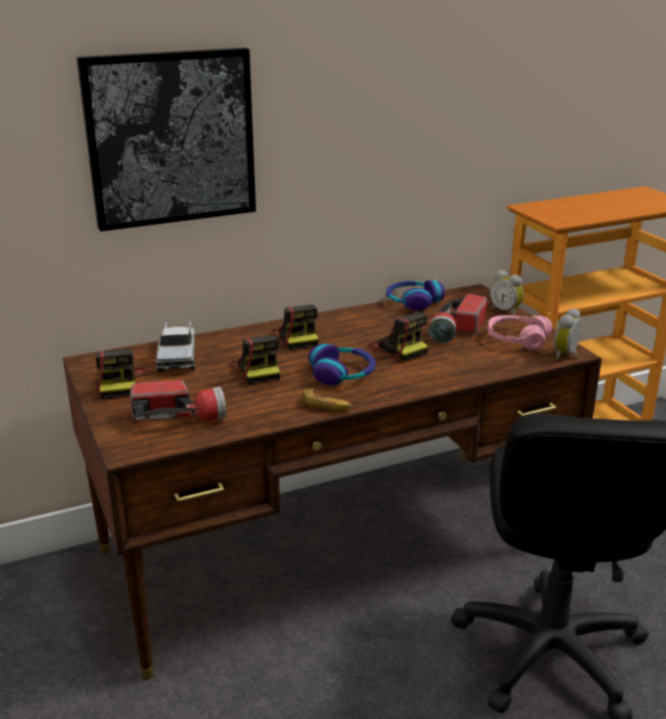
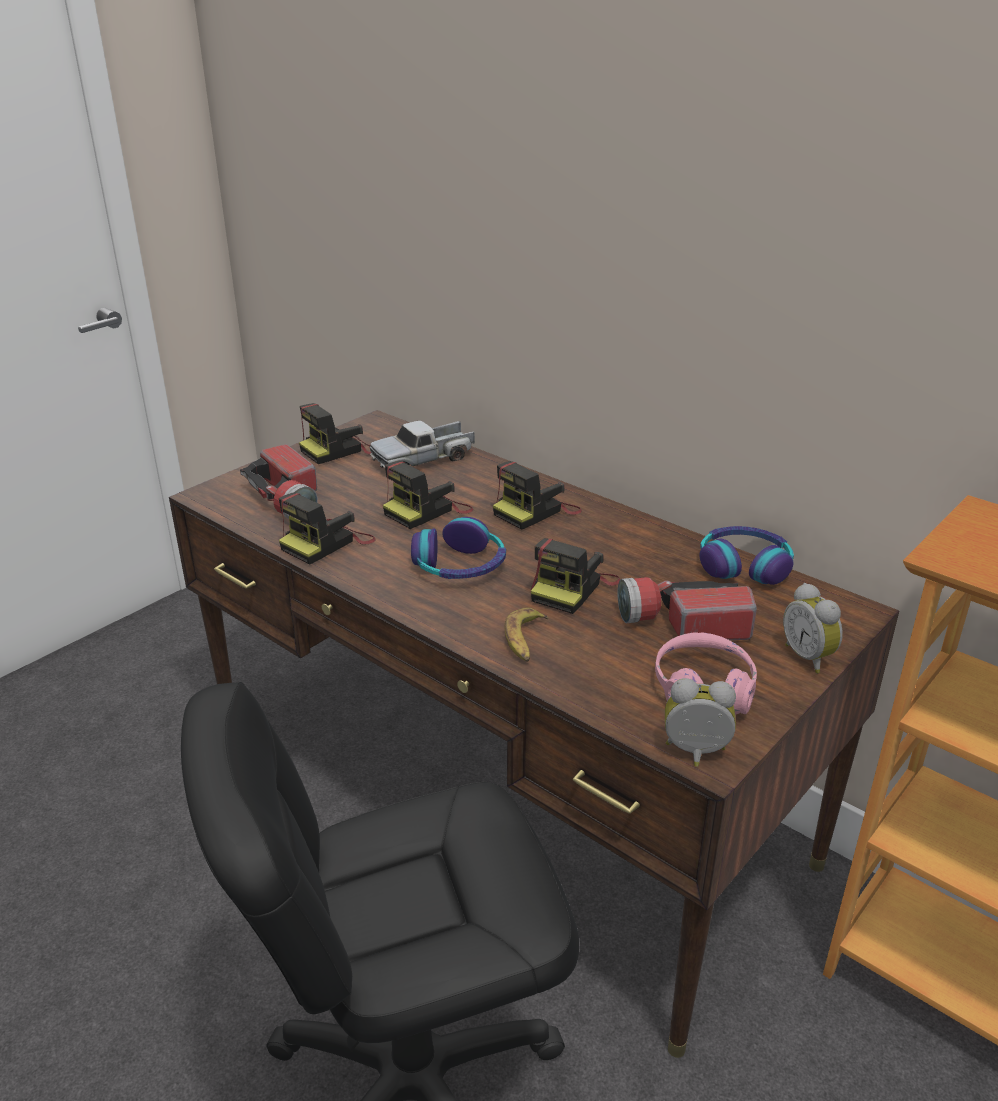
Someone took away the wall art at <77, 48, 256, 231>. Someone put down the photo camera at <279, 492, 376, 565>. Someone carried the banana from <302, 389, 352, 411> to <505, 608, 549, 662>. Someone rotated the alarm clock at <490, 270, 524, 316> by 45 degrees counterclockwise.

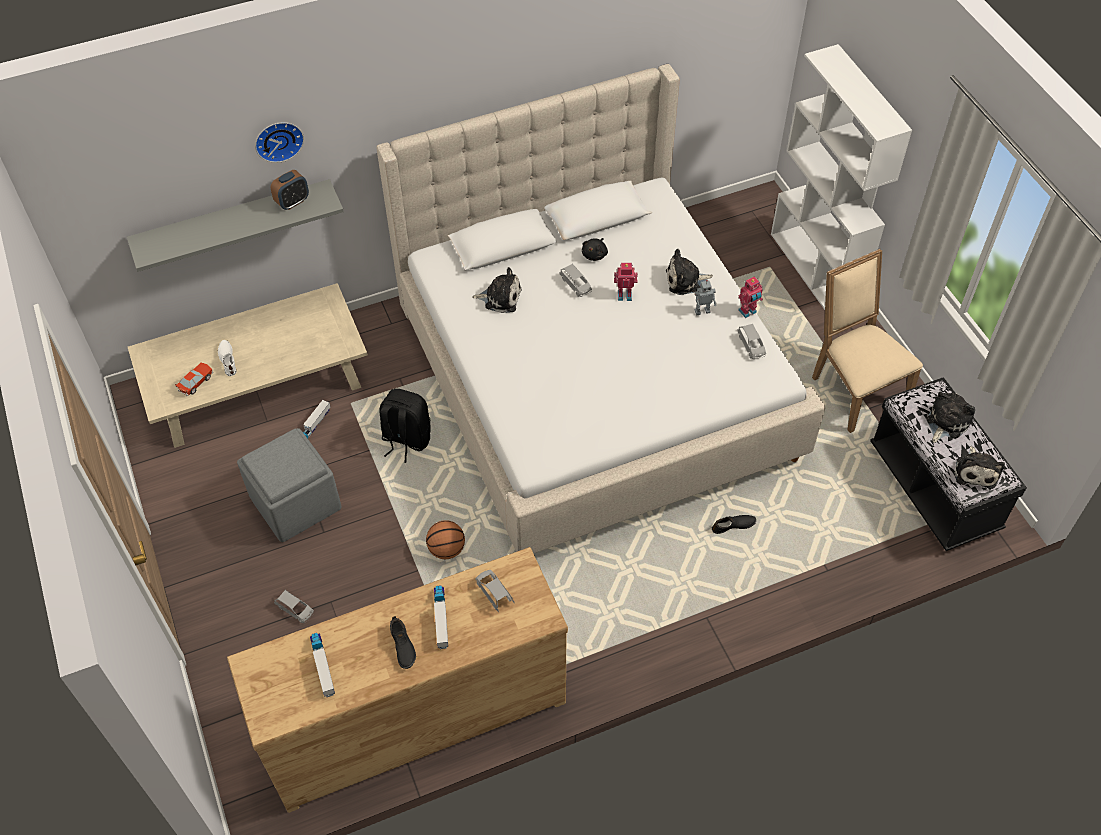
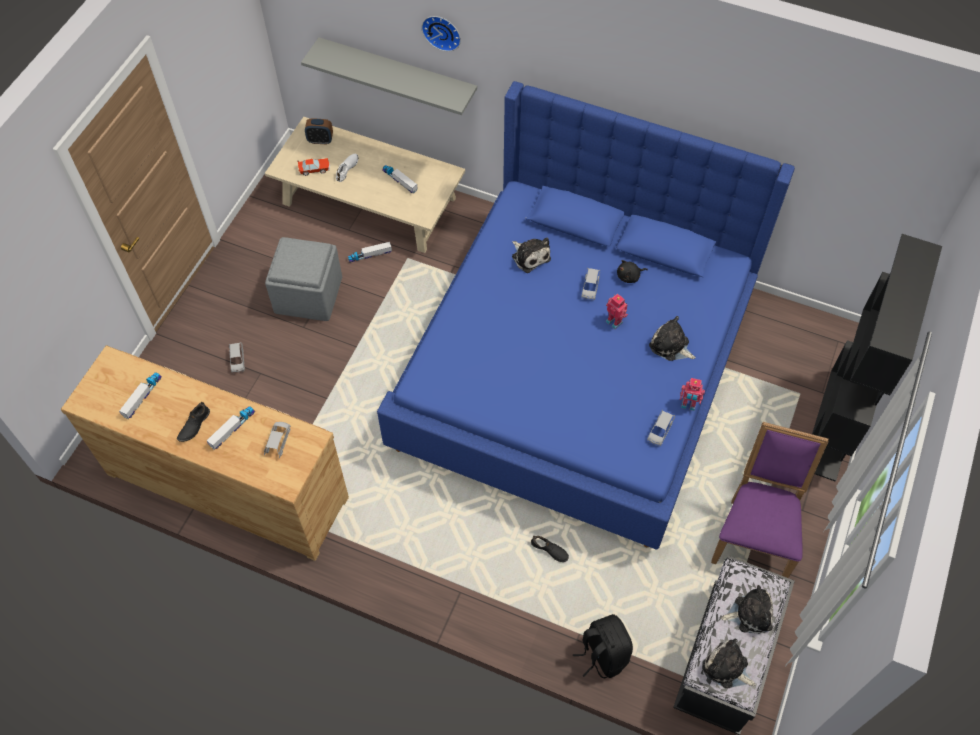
Someone took away the basketball ball at <426, 520, 465, 559>. Someone took away the model robot at <695, 280, 717, 315>. Someone put down the toy lorry at <382, 165, 418, 194>. Someone carried the alarm clock from <270, 170, 309, 210> to <305, 118, 333, 144>. Someone carried the black-coloured rucksack from <379, 389, 431, 463> to <573, 614, 633, 678>. Someone repainted the beige-coloured bed at <376, 64, 826, 553>, which became the blue bed at <377, 81, 795, 550>. Someone repainted the white bookshelf at <771, 44, 912, 310>, which became the black-coloured bookshelf at <812, 234, 942, 482>. Someone repainted the beige-coloured upright chair at <812, 249, 923, 433>, which became the purple upright chair at <711, 422, 829, 578>. Someone rotated the soft toy at <955, 446, 1005, 489> by 75 degrees clockwise.

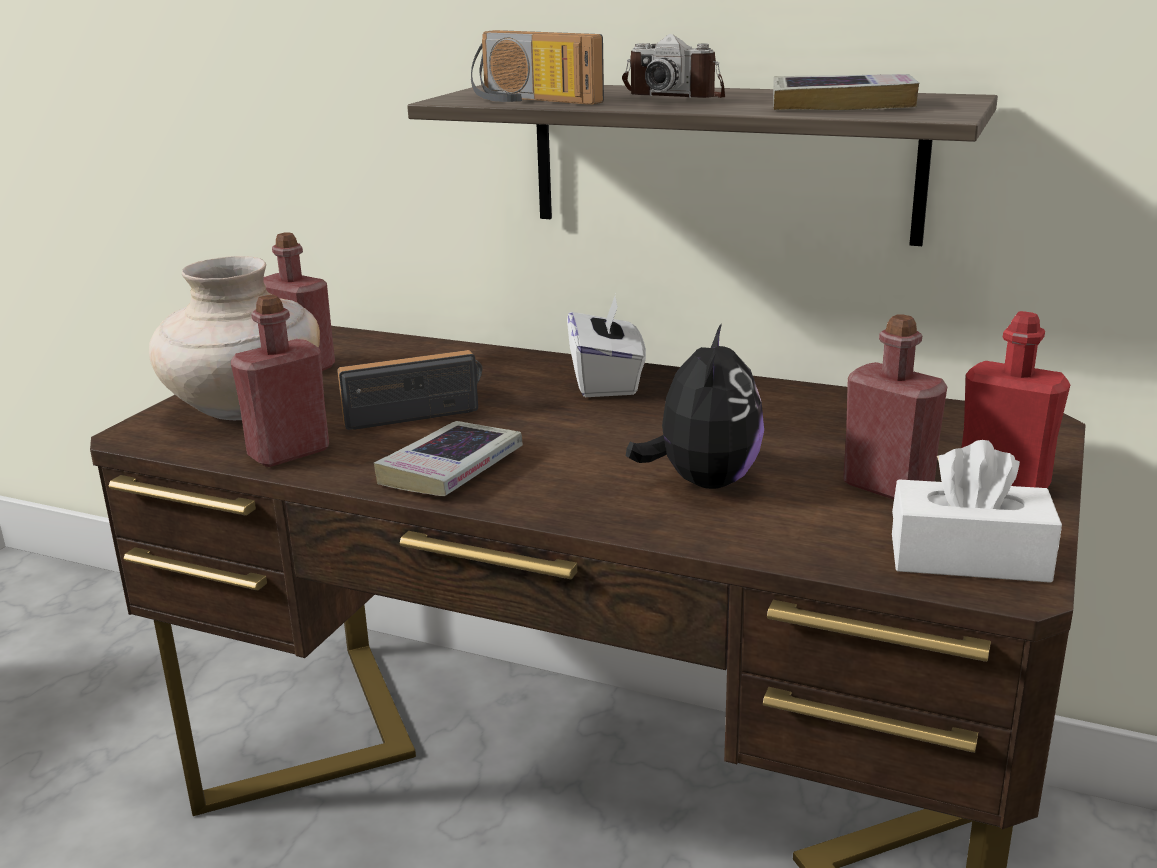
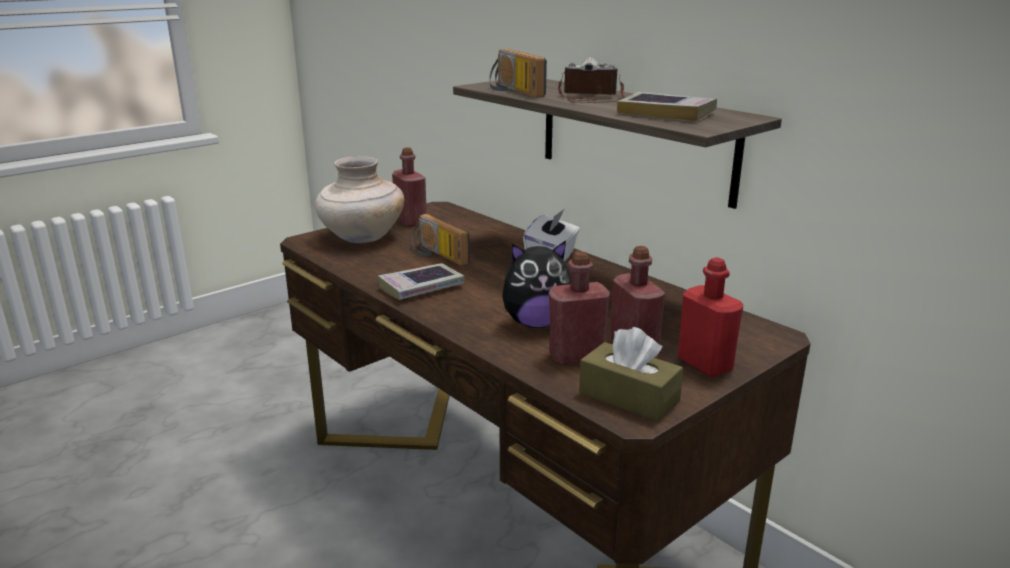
Someone carried the red drink bottle from <231, 295, 329, 467> to <549, 251, 610, 365>. Someone repainted the white tissue holder at <892, 440, 1062, 583>, which became the brownish tissue holder at <579, 327, 683, 422>. Someone rotated the radio receiver at <337, 350, 482, 430> by 135 degrees counterclockwise. Someone rotated the photo camera at <622, 34, 725, 98> by 135 degrees clockwise. Someone rotated the soft toy at <626, 323, 764, 489> by 45 degrees clockwise.

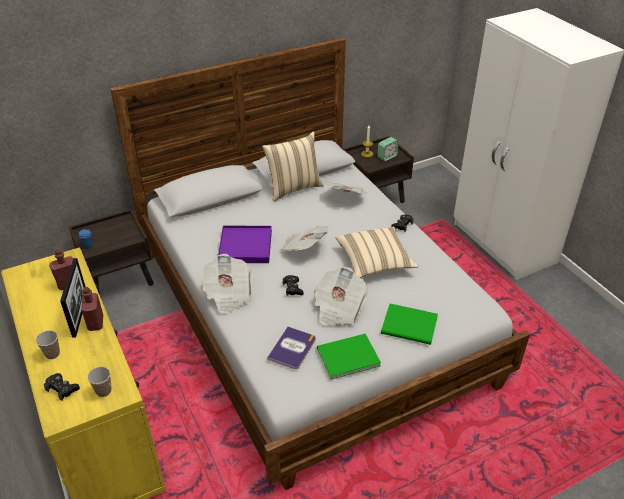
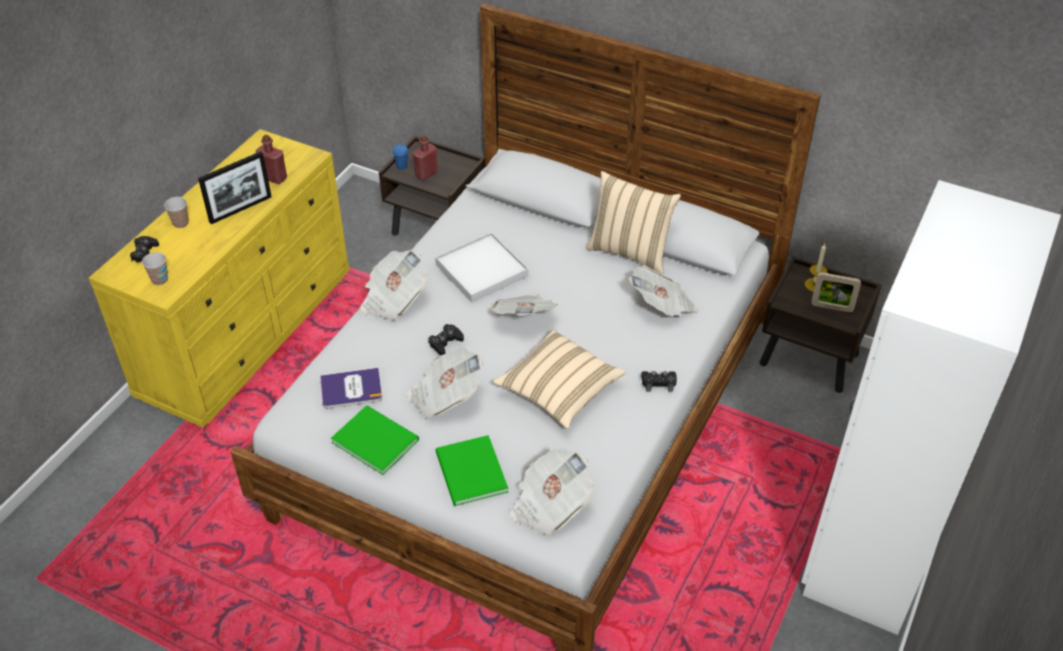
Someone put down the daily paper at <510, 449, 594, 536>. Someone carried the red drink bottle from <81, 287, 103, 331> to <413, 135, 438, 181>. Someone swapped the alarm clock at <378, 137, 399, 161> for the standing frame at <811, 272, 861, 312>. Someone repainted the purple serving tray at <218, 226, 272, 263>, which became the white serving tray at <435, 232, 528, 303>.

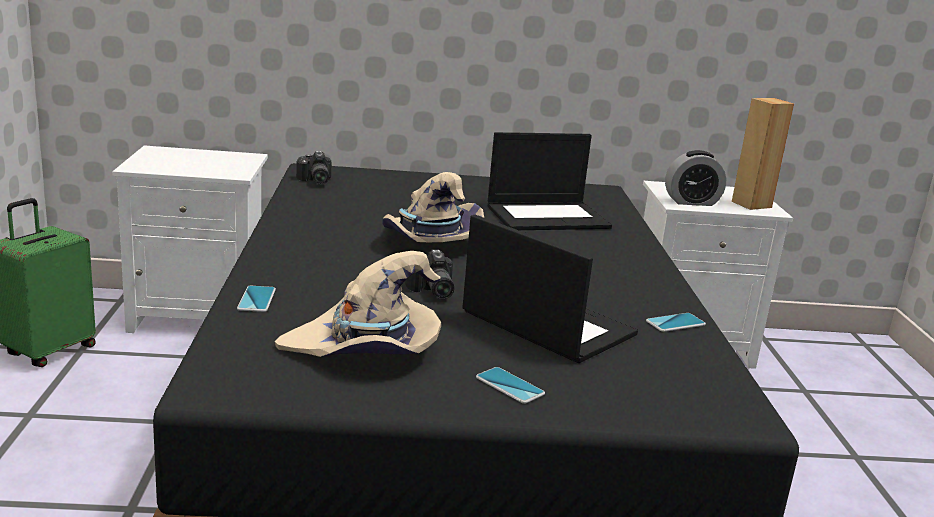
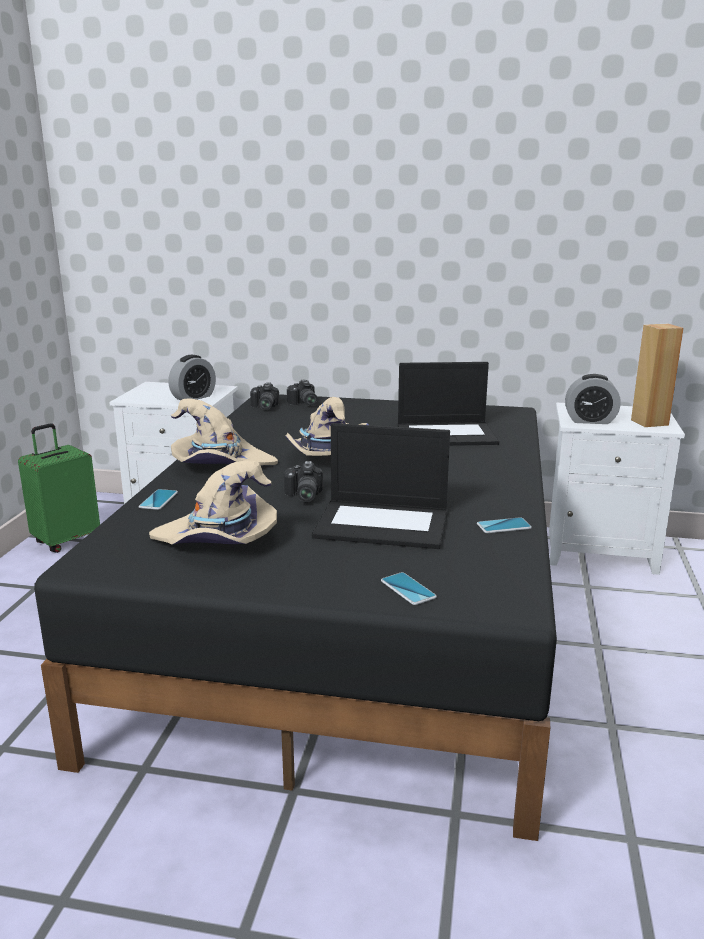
Someone put down the alarm clock at <168, 355, 216, 400>. Someone put down the beige-coloured wearable hat at <171, 398, 278, 465>. Someone put down the photo camera at <287, 379, 318, 406>. Someone carried the phone from <476, 367, 545, 404> to <381, 572, 437, 605>. Someone rotated the portable computer at <462, 215, 638, 363> by 135 degrees clockwise.

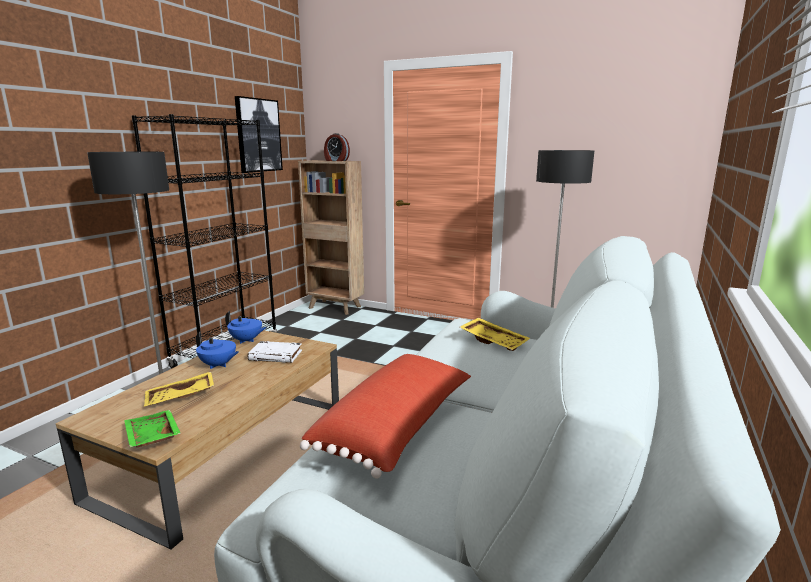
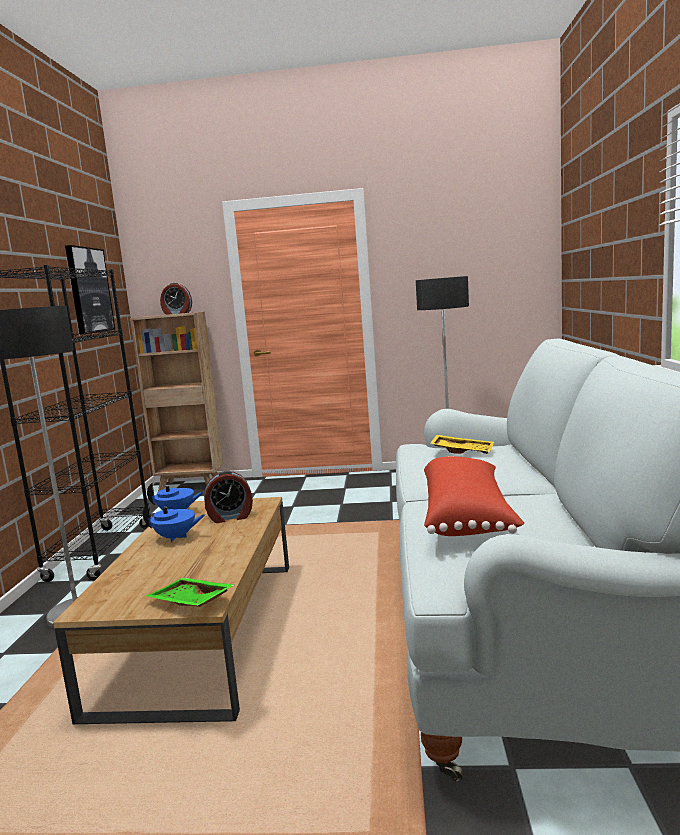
Someone took away the yellow serving tray at <144, 372, 214, 406>. Someone swapped the white bound book at <247, 341, 302, 363> for the alarm clock at <204, 471, 253, 523>.

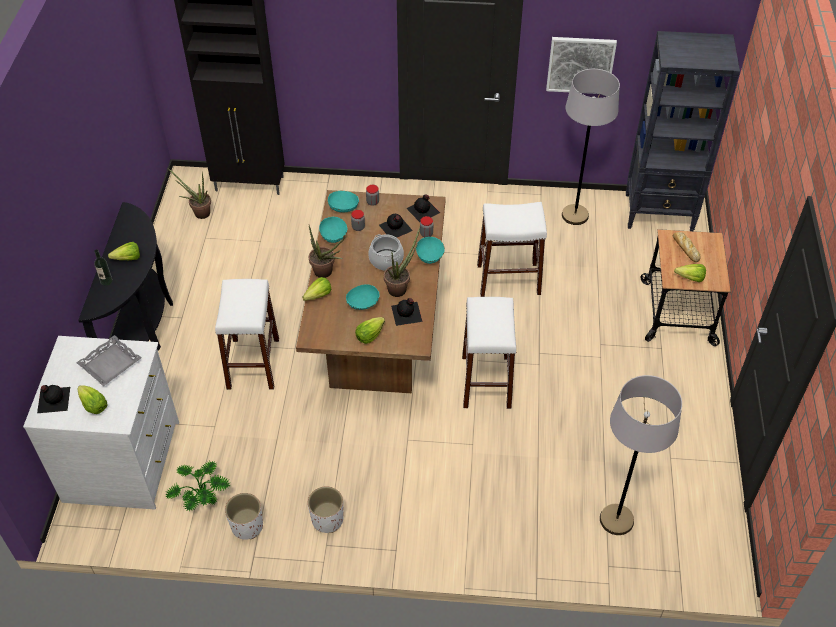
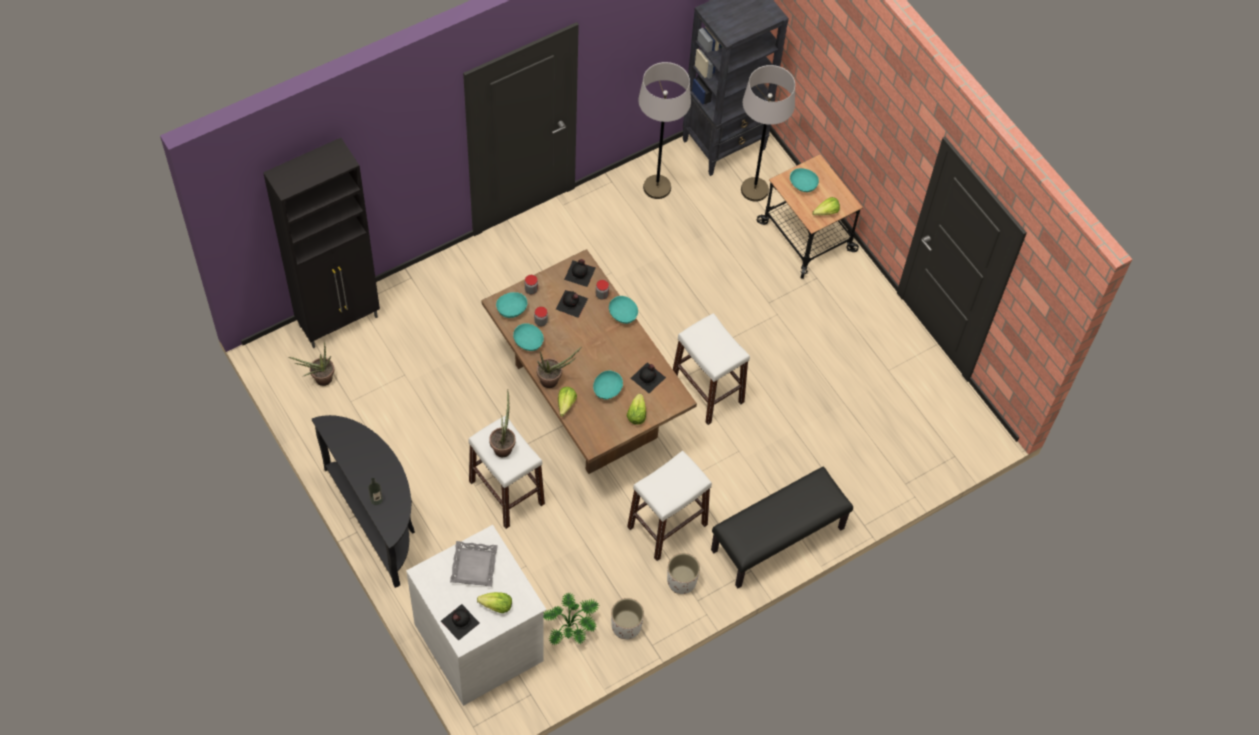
Someone took away the head of lettuce at <108, 242, 140, 260>. Someone took away the stockpot at <368, 234, 404, 270>. Someone took away the wall art at <546, 37, 617, 94>. Someone put down the black-coloured long seat at <711, 467, 853, 588>. Someone carried the houseplant from <384, 227, 420, 297> to <489, 389, 516, 457>. Someone carried the white stool seat from <477, 202, 547, 297> to <627, 450, 712, 561>. Someone carried the gray floor lamp from <600, 375, 682, 535> to <741, 65, 795, 202>. Someone swapped the bread at <673, 232, 701, 262> for the blue-green bowl at <790, 168, 819, 192>.

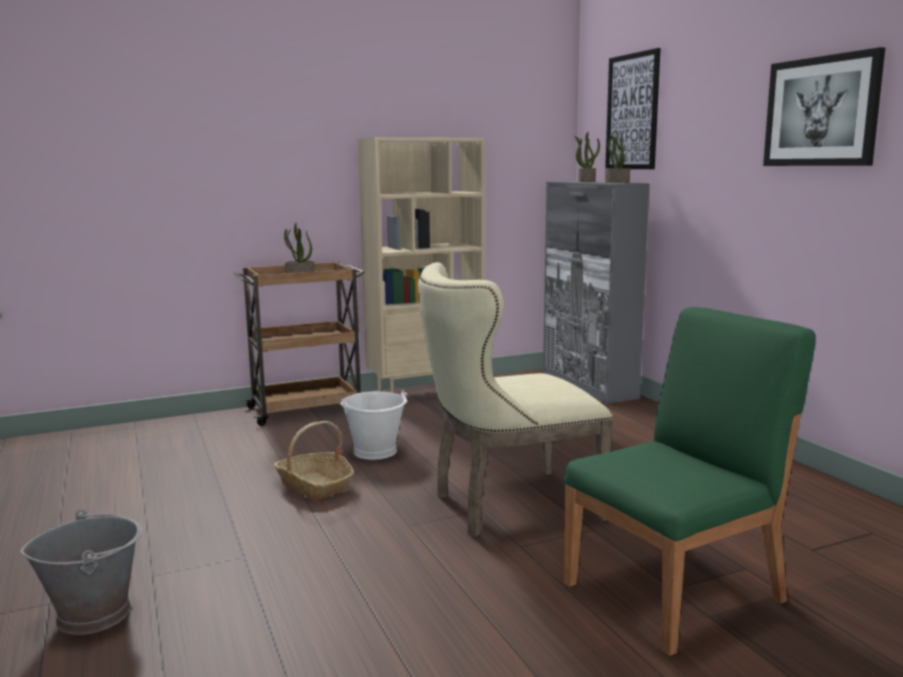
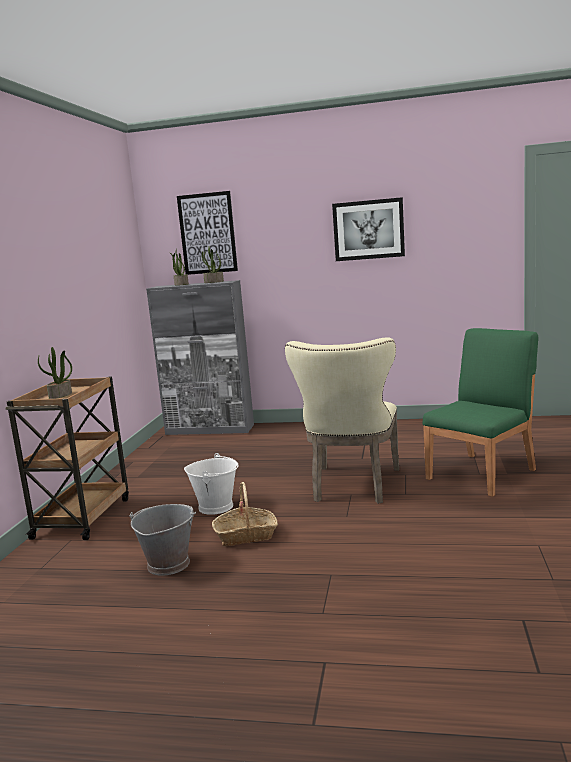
Someone took away the beige-coloured bookshelf at <358, 137, 485, 393>. Someone carried the gray bucket from <20, 509, 142, 635> to <129, 504, 196, 576>. Someone rotated the green-coloured upright chair at <564, 307, 816, 656> by 45 degrees clockwise.

